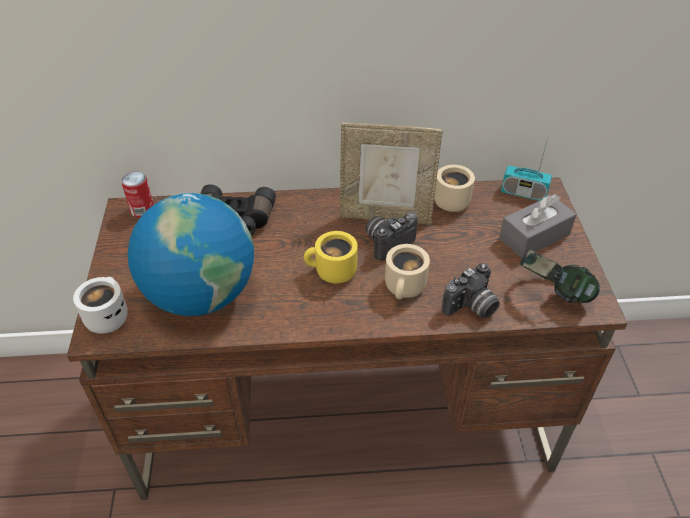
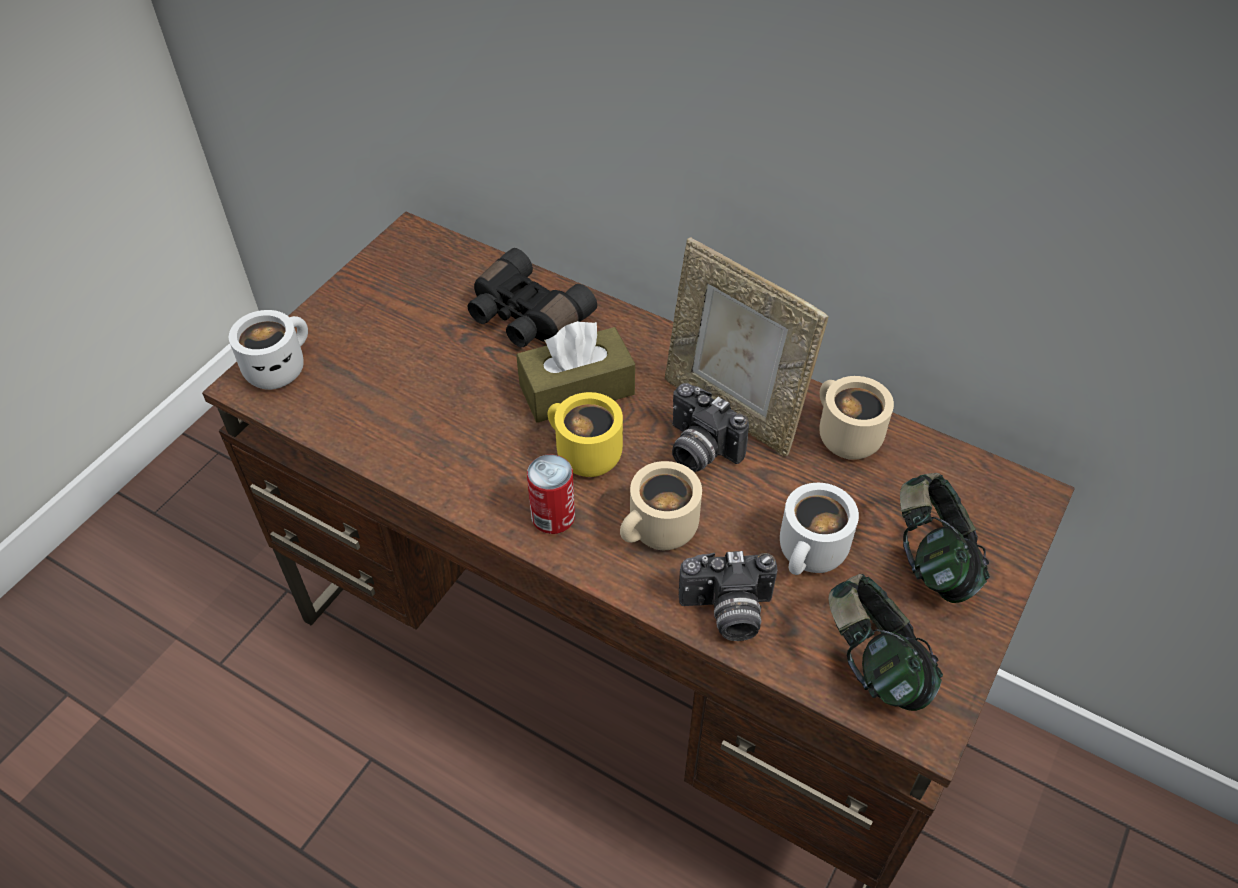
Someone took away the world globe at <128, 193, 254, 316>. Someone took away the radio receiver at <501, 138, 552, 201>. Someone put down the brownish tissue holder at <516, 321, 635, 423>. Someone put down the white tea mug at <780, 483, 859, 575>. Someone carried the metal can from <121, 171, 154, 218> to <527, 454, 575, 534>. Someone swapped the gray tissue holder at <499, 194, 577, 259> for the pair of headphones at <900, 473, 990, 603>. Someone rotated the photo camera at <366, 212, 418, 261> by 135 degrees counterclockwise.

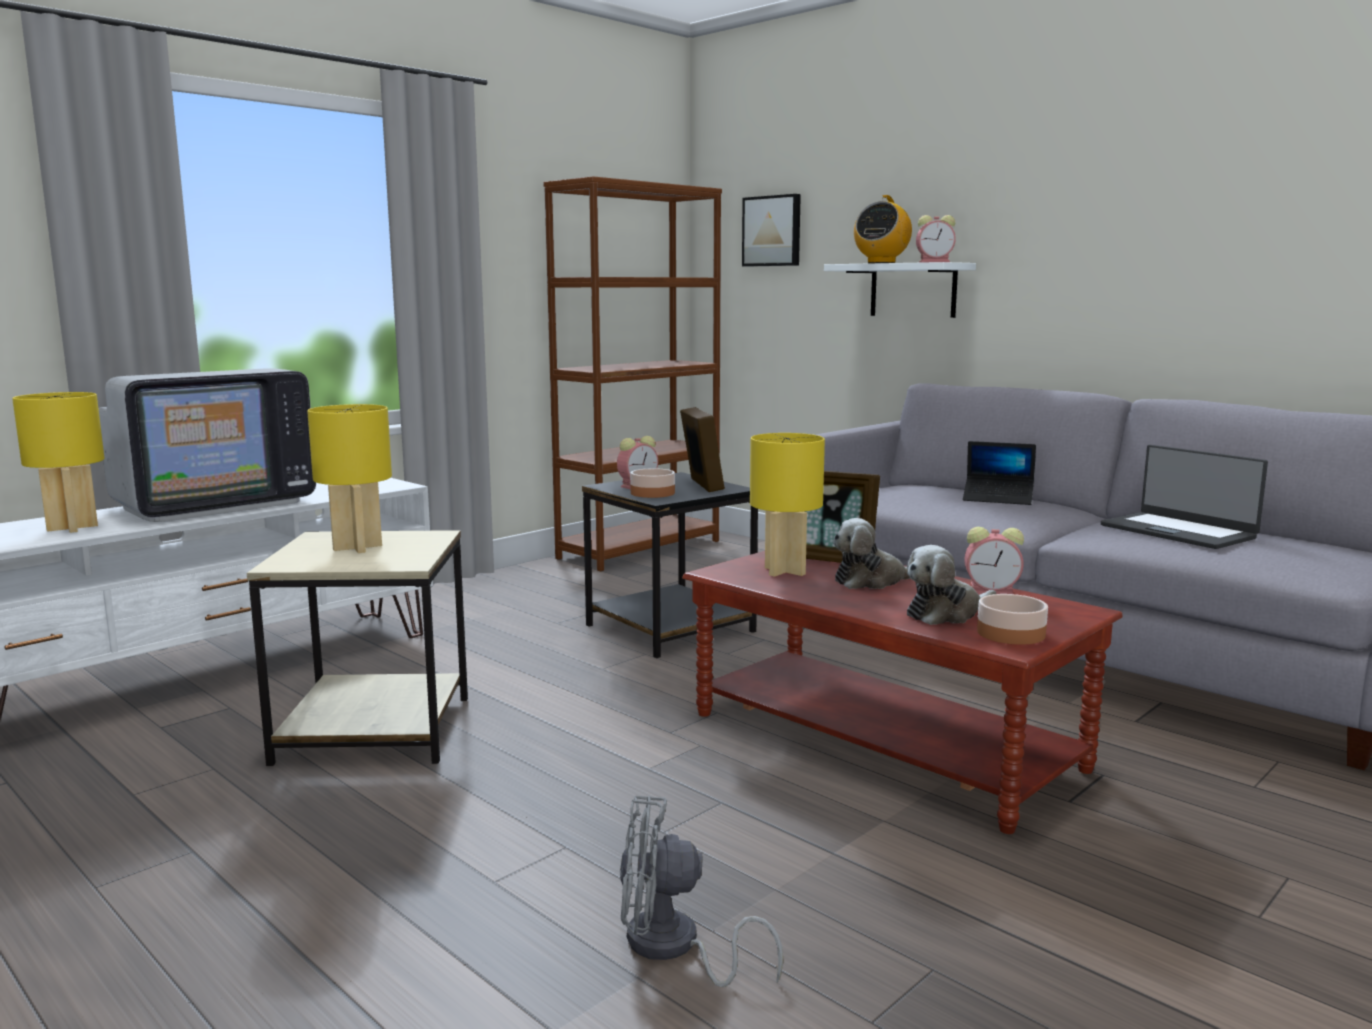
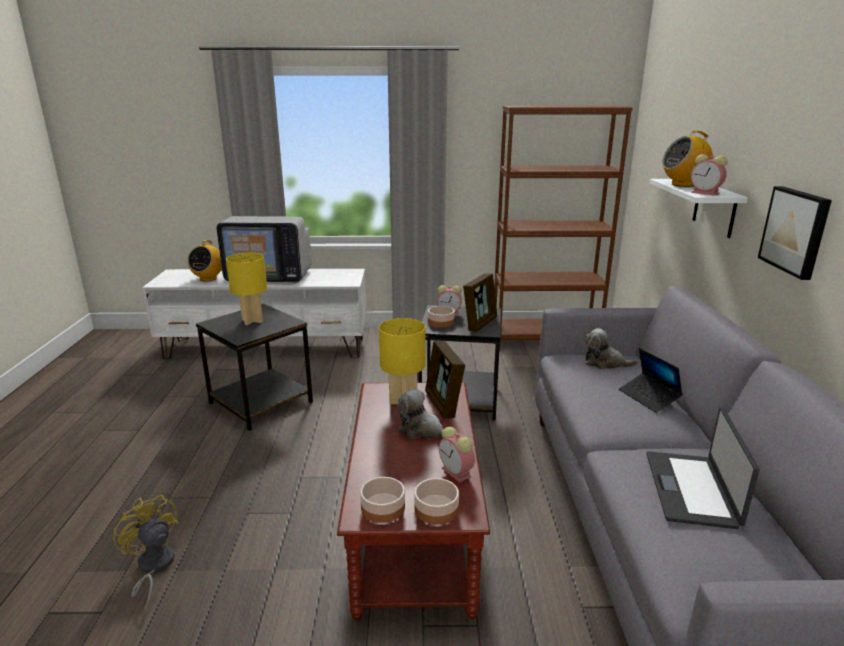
Someone put down the bowl at <414, 478, 459, 524>. Someone carried the wall art from <742, 194, 801, 267> to <758, 186, 832, 280>. Someone carried the soft toy from <907, 545, 996, 625> to <584, 328, 638, 369>. Someone swapped the yellow tabletop lamp at <12, 392, 104, 533> for the radio receiver at <188, 240, 222, 282>. Someone repainted the beige-coloured side table at <247, 530, 468, 766>, which became the black-coloured side table at <196, 304, 313, 431>. Someone repainted the gray electric fan at <620, 796, 783, 987>, which became the yellow electric fan at <113, 495, 179, 611>.

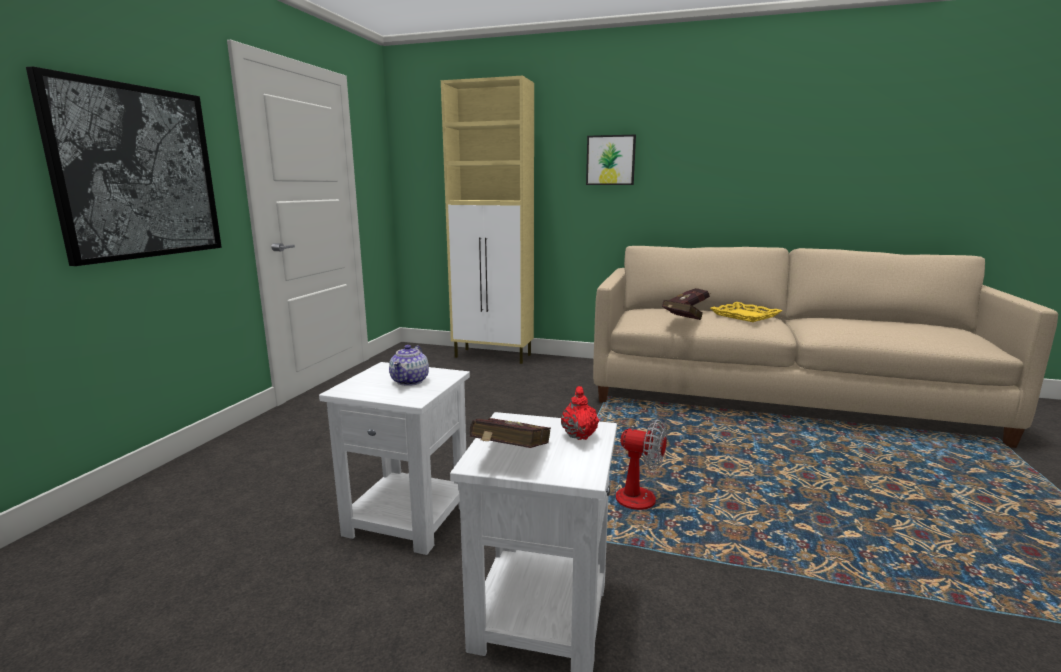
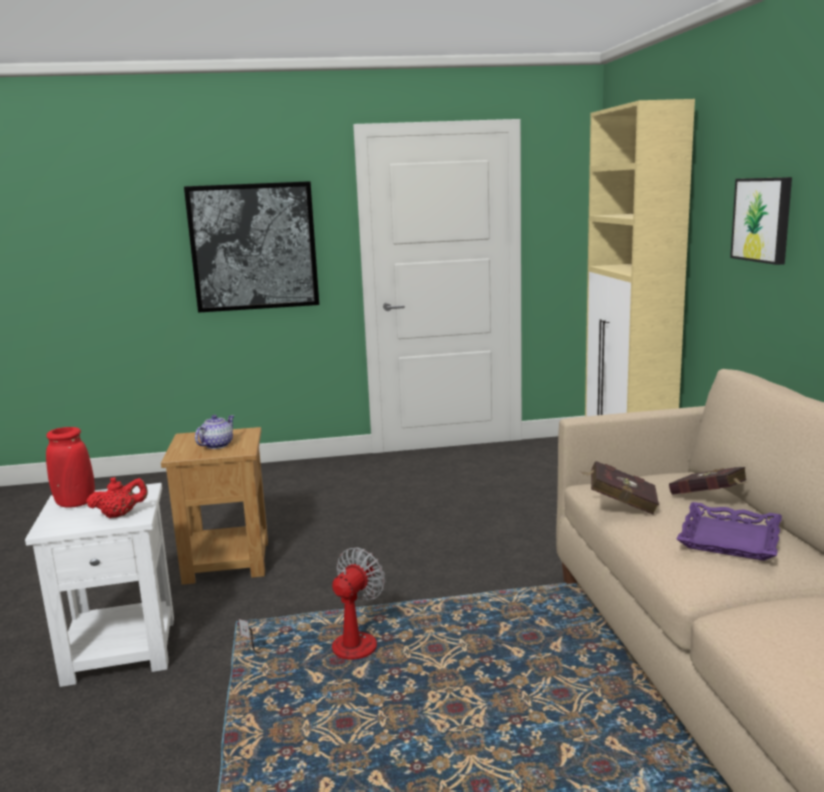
Someone swapped the red bound book at <469, 418, 551, 448> for the red decorative vase at <46, 427, 95, 508>. Someone repainted the white side table at <319, 362, 470, 555>, which became the brownish side table at <161, 427, 268, 585>. Someone repainted the yellow serving tray at <710, 302, 782, 322>, which became the purple serving tray at <677, 502, 782, 561>. Someone rotated the tea pot at <389, 345, 429, 386> by 135 degrees clockwise. Someone rotated the electric fan at <610, 419, 667, 510> by 150 degrees counterclockwise.

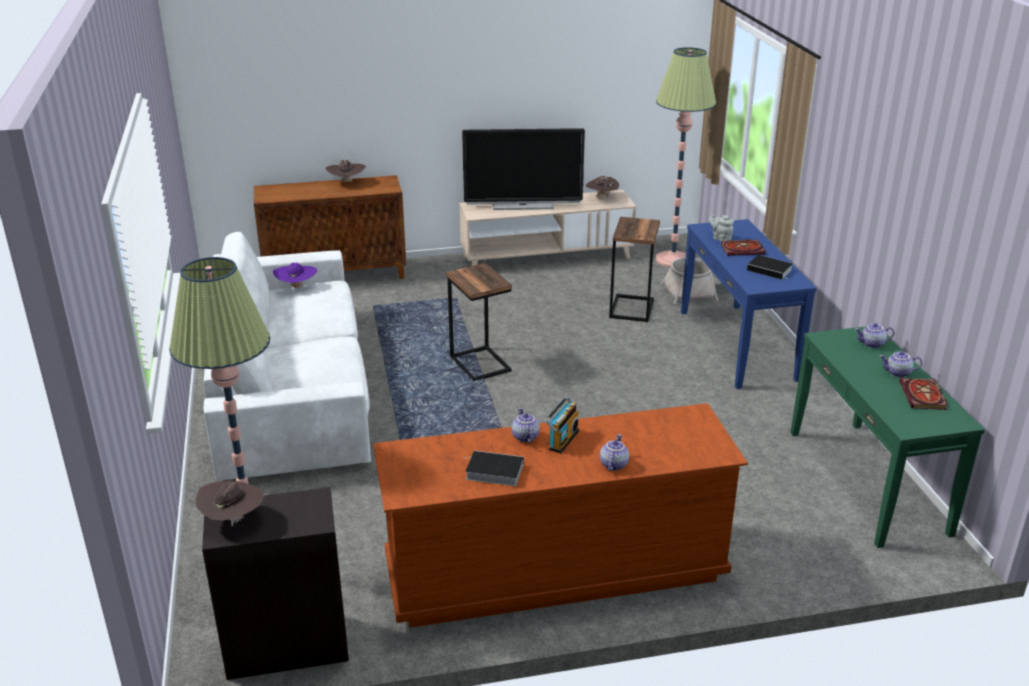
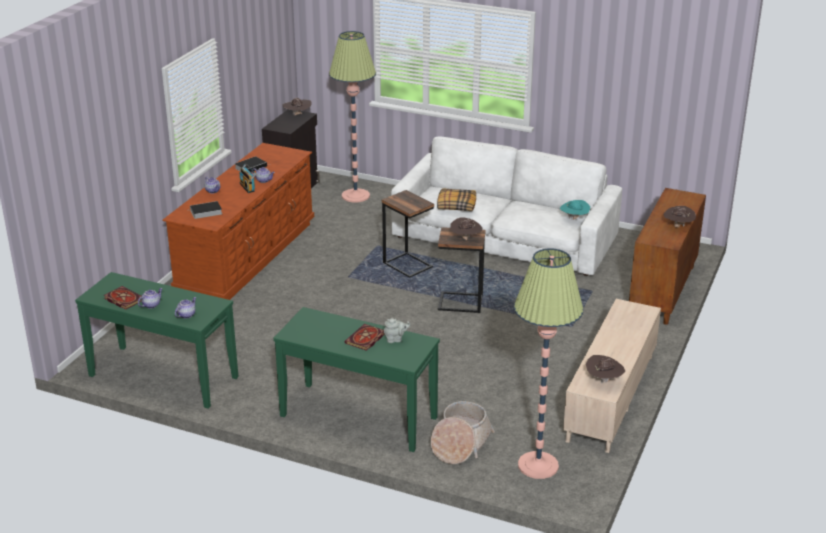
Someone took away the television at <462, 128, 585, 210>. Someone put down the pillow at <437, 188, 476, 211>. Someone put down the brownish wearable hat at <450, 217, 482, 240>. Someone carried the side table from <609, 217, 660, 322> to <382, 190, 434, 278>. Someone carried the bound book from <747, 255, 793, 281> to <190, 201, 222, 219>. Someone repainted the purple wearable hat at <273, 263, 317, 289>, which became the blue-green wearable hat at <560, 200, 590, 220>. Someone repainted the blue narrow table at <681, 219, 817, 389>, which became the green-coloured narrow table at <273, 307, 440, 452>.

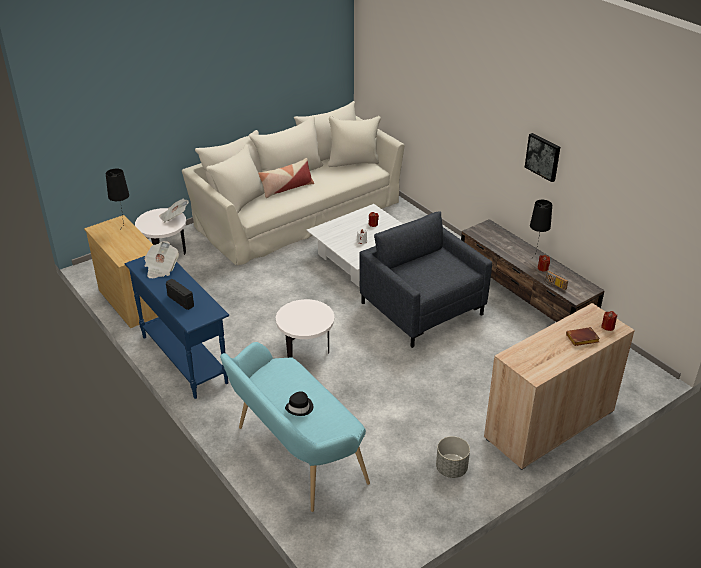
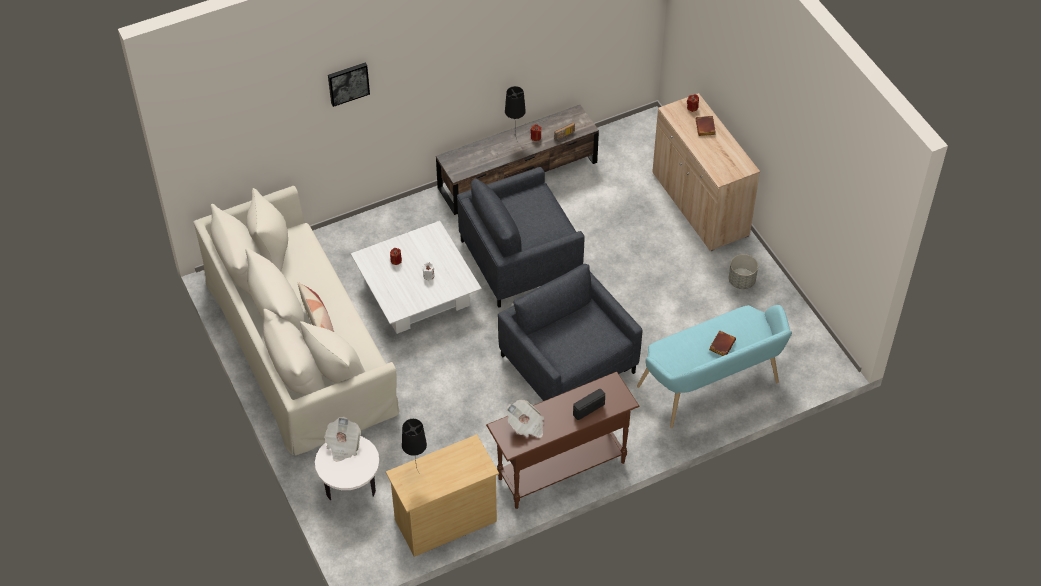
Someone carried the wall art from <525, 133, 560, 182> to <328, 63, 370, 107>. Someone swapped the white side table at <276, 299, 335, 358> for the gray easy chair at <498, 264, 643, 401>. Someone swapped the black-coloured wearable hat at <285, 391, 313, 416> for the brownish bound book at <709, 330, 736, 356>. Someone repainted the blue narrow table at <125, 256, 229, 399>, which became the brownish narrow table at <486, 372, 639, 509>.

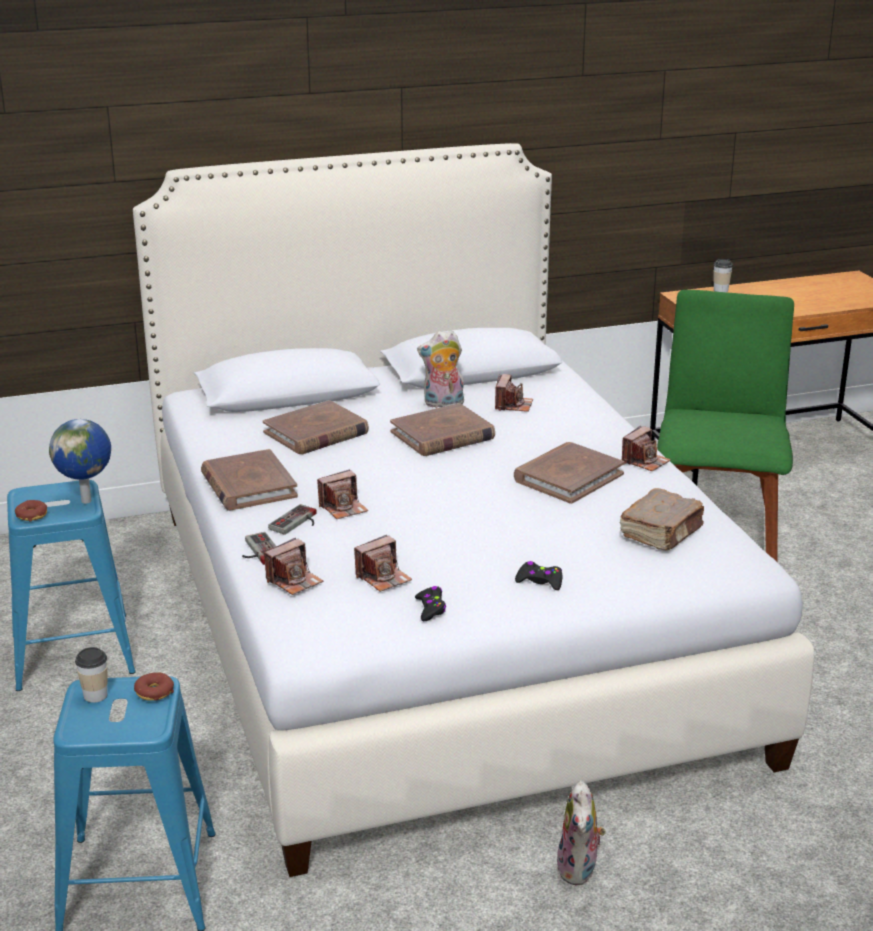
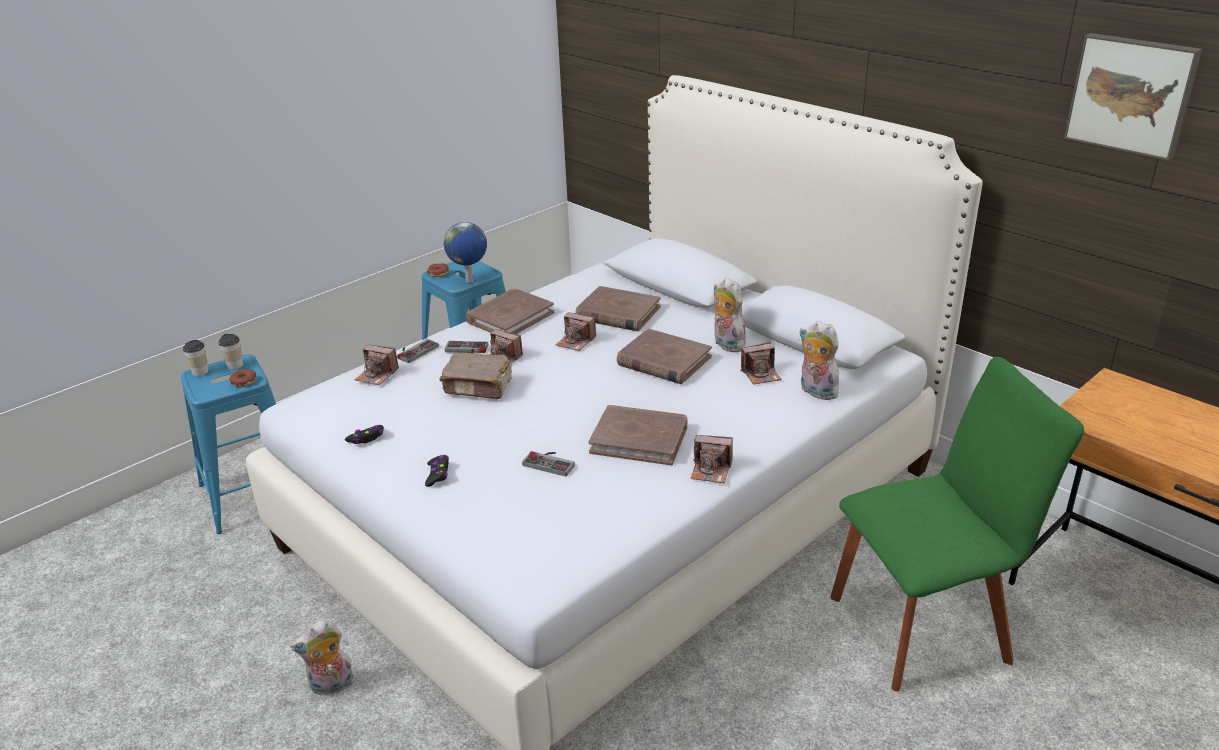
Someone put down the joypad at <522, 451, 575, 477>. Someone put down the soft toy at <800, 321, 839, 400>. Someone put up the wall art at <1064, 33, 1202, 161>. Someone carried the photo camera from <354, 535, 412, 592> to <556, 312, 596, 351>. Someone carried the brownish bound book from <620, 488, 704, 550> to <440, 353, 512, 399>. Someone carried the drinking cup from <714, 259, 733, 292> to <183, 340, 209, 376>.

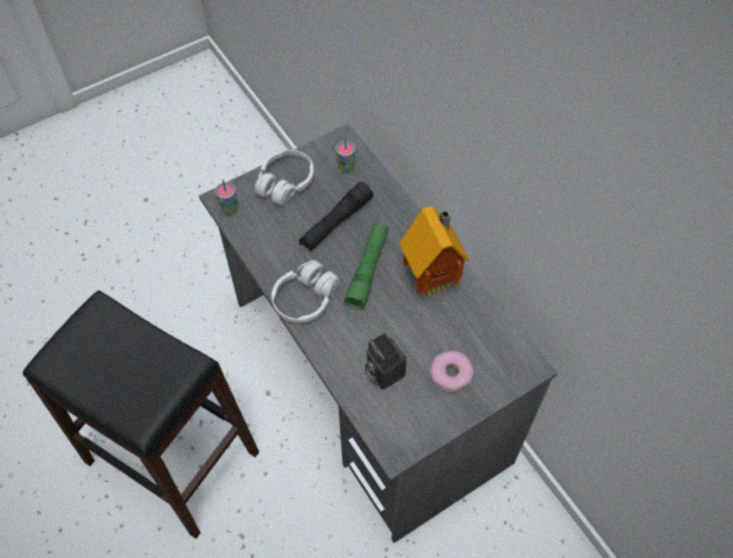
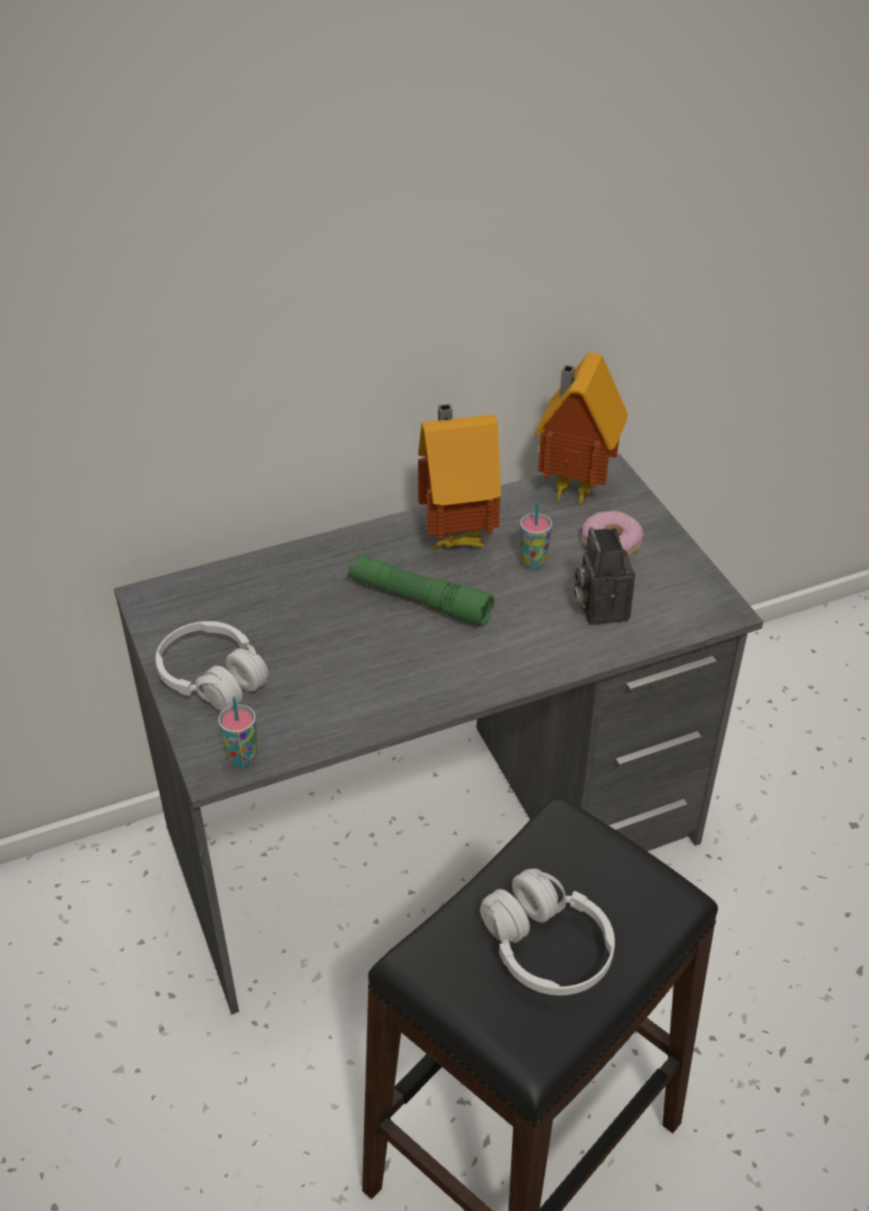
Someone took away the black-coloured torch at <299, 182, 373, 251>. Someone put down the toy house at <534, 353, 628, 508>. Someone carried the white pair of headphones from <272, 260, 339, 323> to <480, 869, 615, 995>. Someone carried the drinking cup from <336, 137, 355, 173> to <520, 502, 552, 569>. Someone rotated the photo camera at <365, 333, 406, 390> by 105 degrees clockwise.

